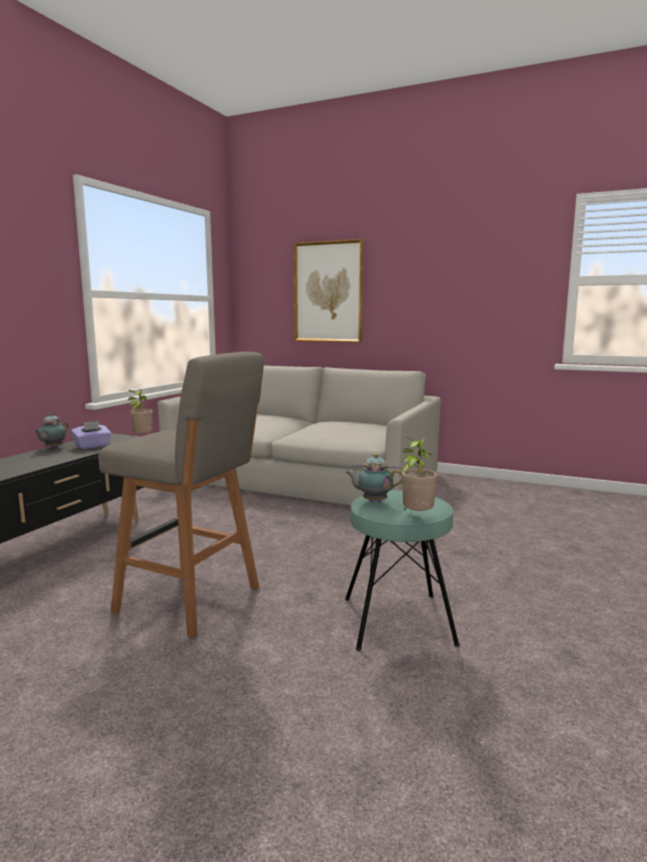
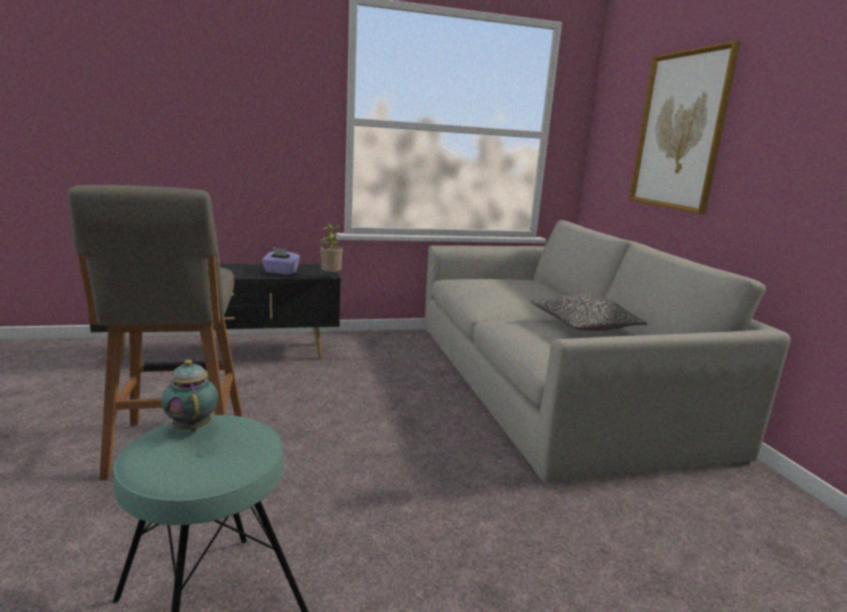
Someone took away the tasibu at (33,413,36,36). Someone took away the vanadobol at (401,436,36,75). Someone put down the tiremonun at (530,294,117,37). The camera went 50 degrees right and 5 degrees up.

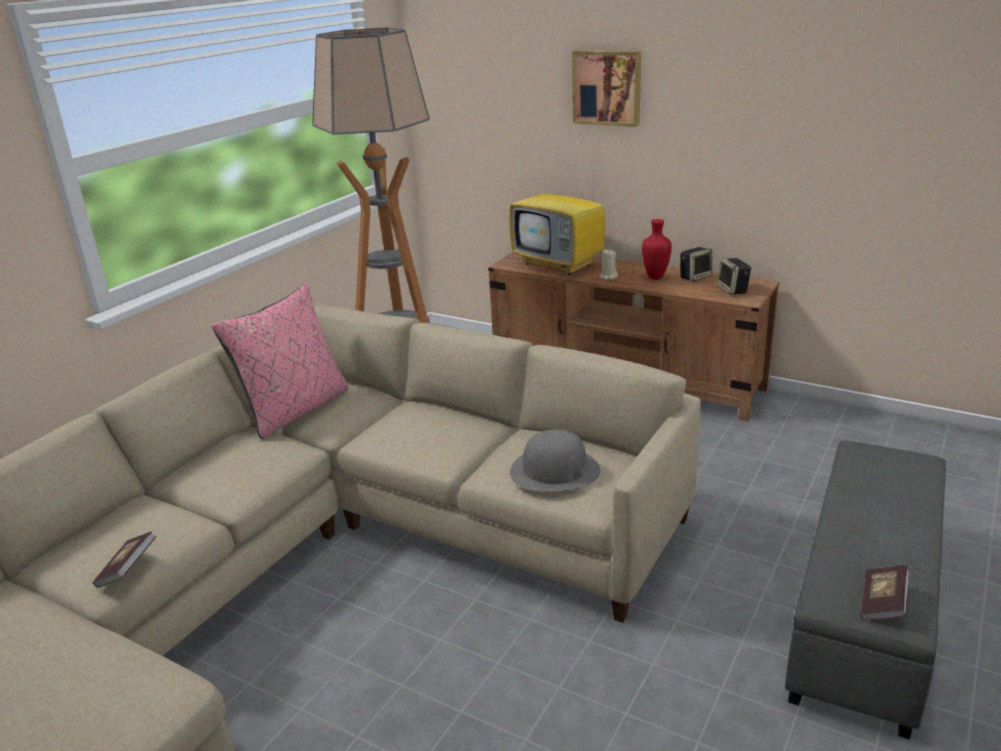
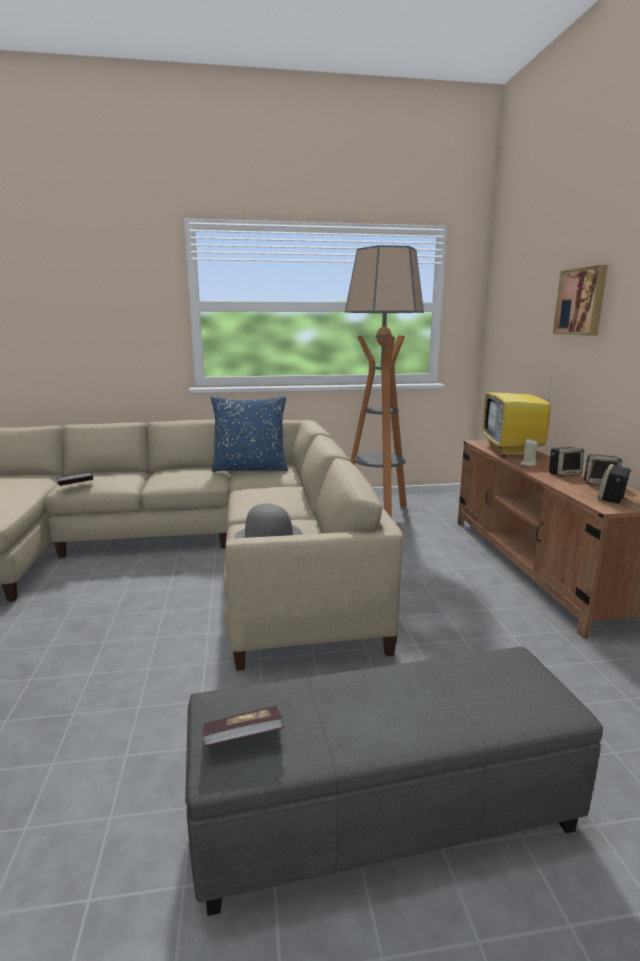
Someone swapped the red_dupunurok at (642,219,30,61) for the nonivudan at (549,447,35,30). Someone repainted the pink_tiremonun at (211,284,138,155), which became the blue_tiremonun at (211,396,77,76). The camera went 50 degrees right and 10 degrees down.

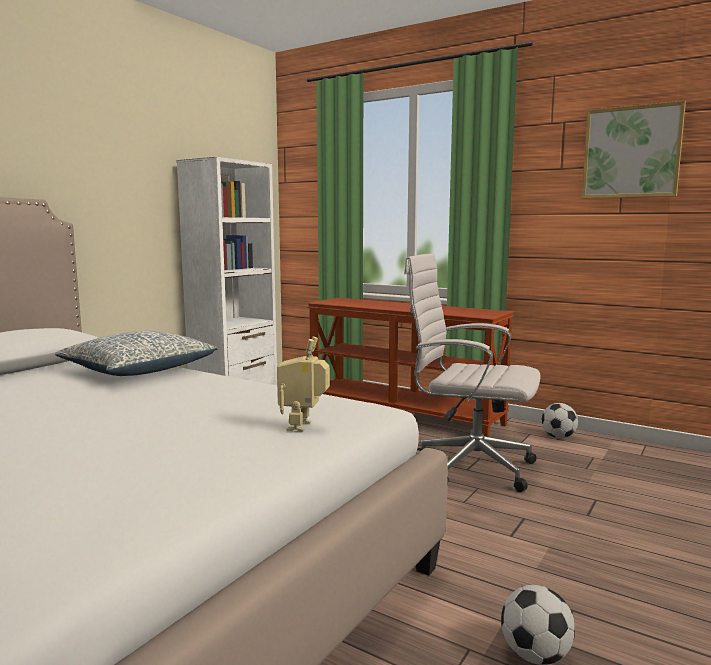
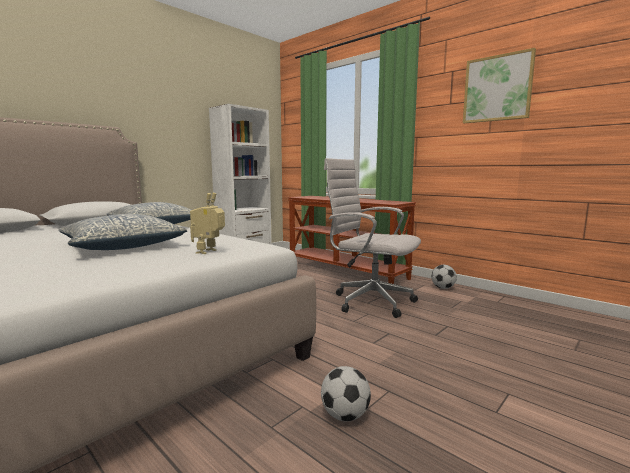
Someone put down the tiremonun at (58,214,129,36). The camera went 10 degrees right and 0 degrees up.

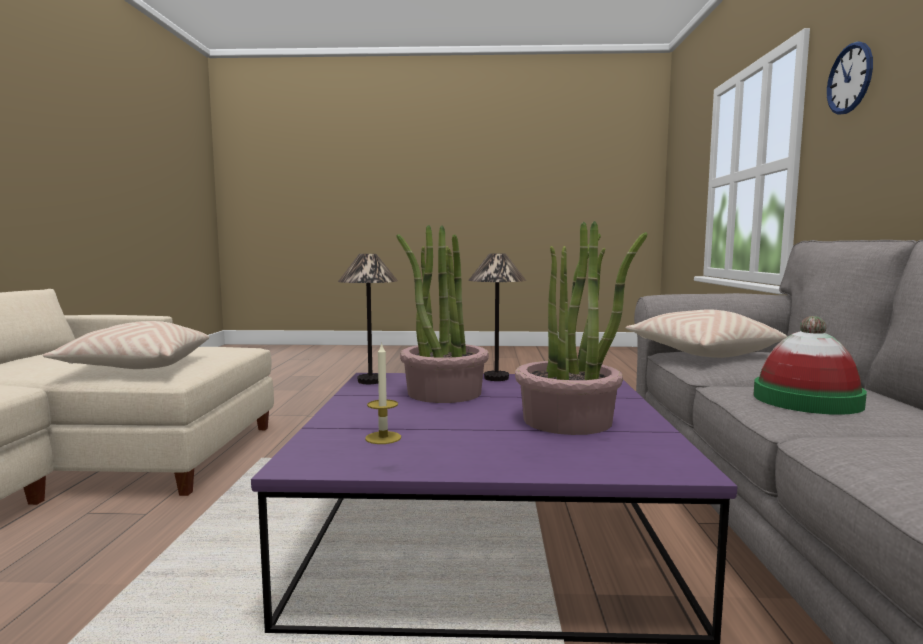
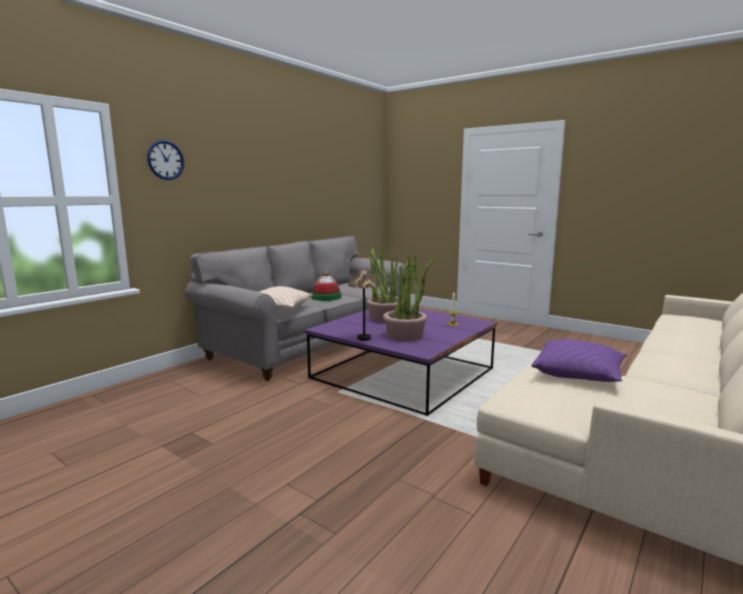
Someone took away the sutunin at (338,254,60,130). Someone repainted the beige_tiremonun at (43,321,166,48), which became the purple_tiremonun at (531,339,96,43). The camera went 145 degrees left and 5 degrees up.

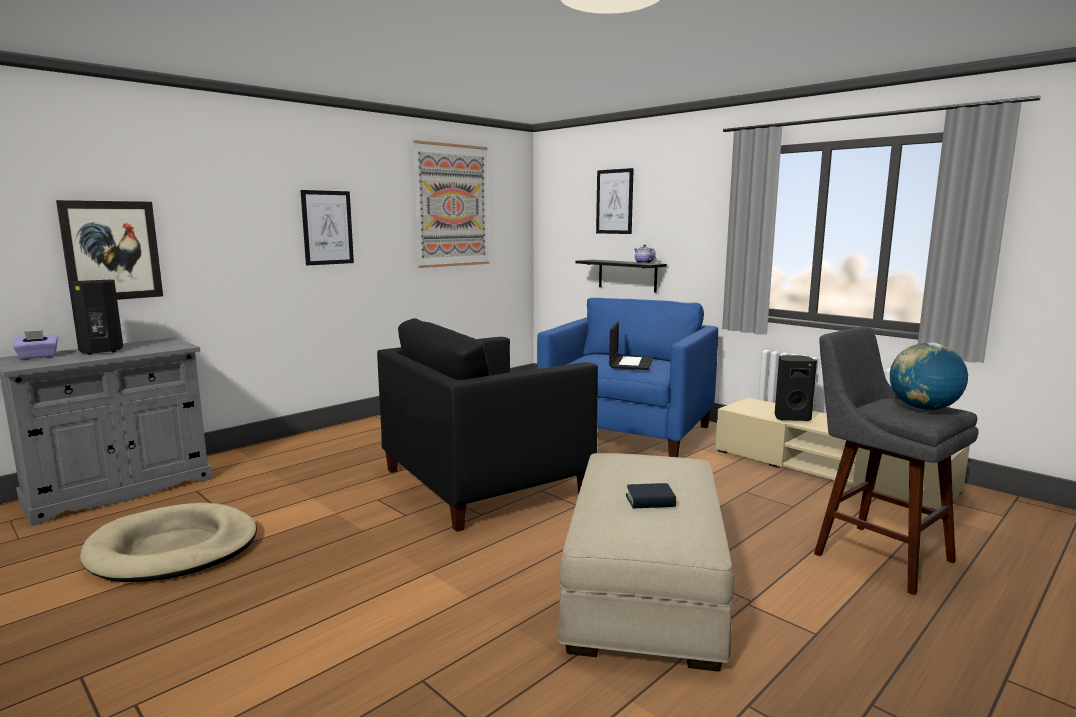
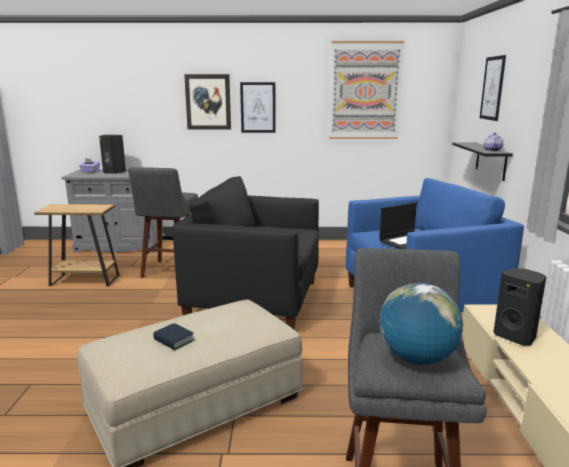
Someone carried the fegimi from (56,200,107,100) to (184,74,47,56). Someone swapped the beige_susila at (80,503,177,79) for the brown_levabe at (34,204,86,83). Someone put down the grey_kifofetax at (128,167,70,111). The camera went 45 degrees right and 5 degrees up.

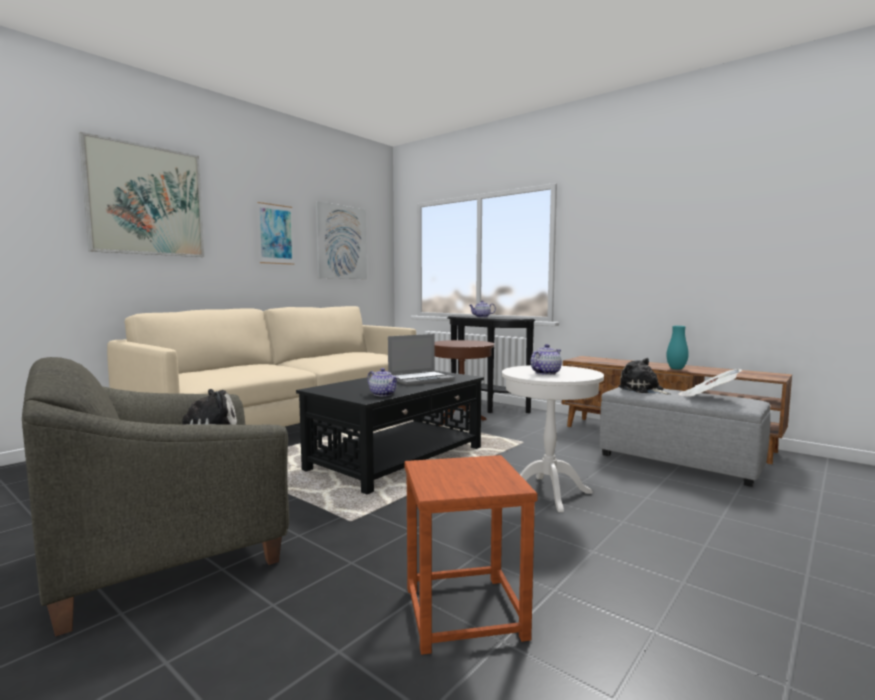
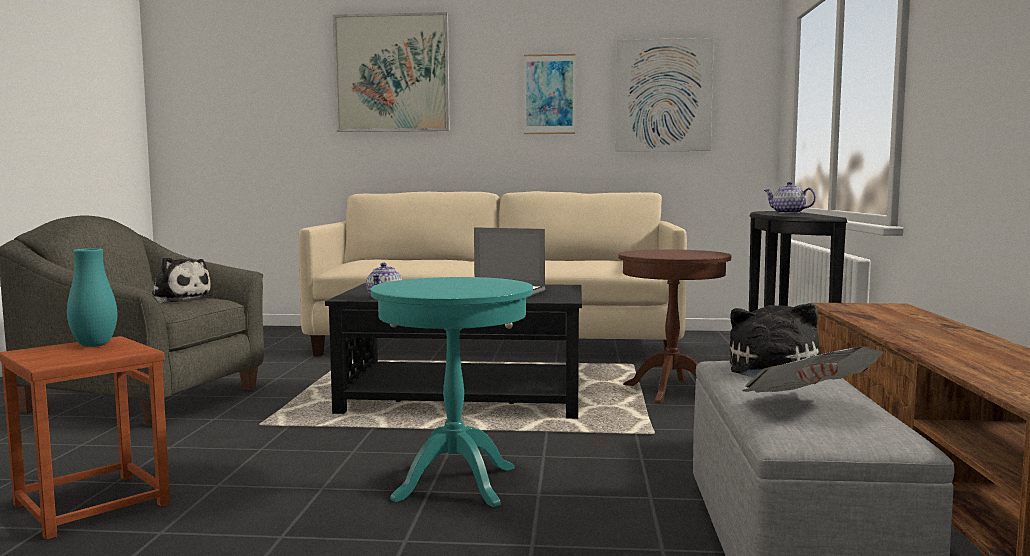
Someone carried the turquoise_dupunurok from (666,326,23,44) to (67,248,50,99). Someone took away the tasibu at (530,344,32,31). Someone repainted the white_levabe at (502,365,102,147), which became the turquoise_levabe at (371,277,162,230). The camera went 55 degrees right and 0 degrees up.

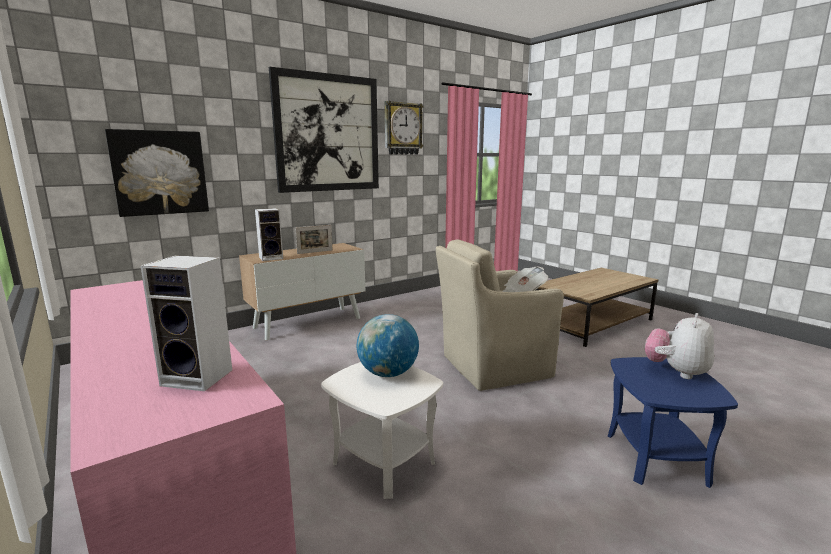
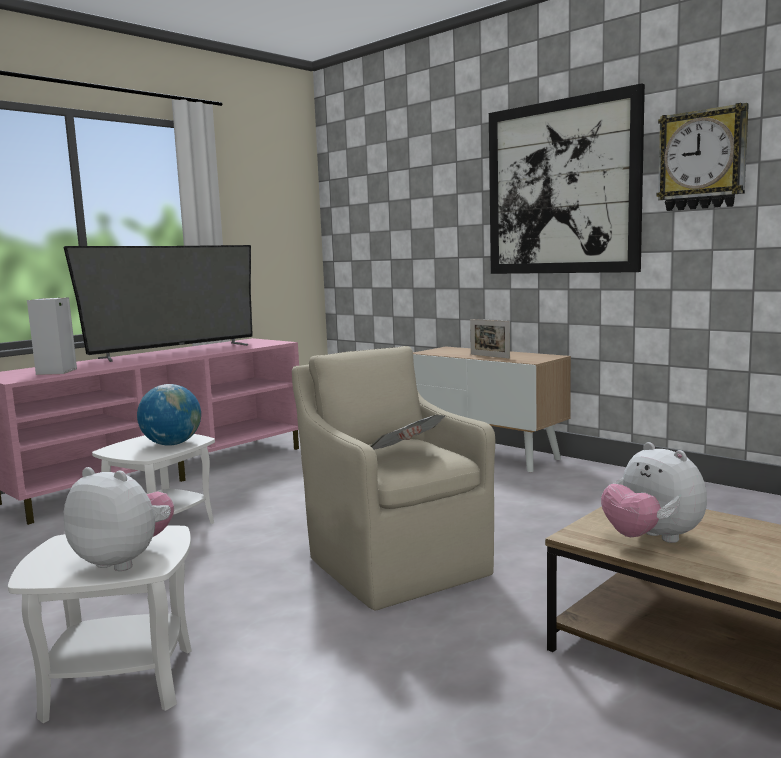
Someone took away the fegimi at (105,129,104,88). Someone took away the nonivudan at (255,208,28,53). Someone repainted the blue_levabe at (608,357,130,131), which became the white_levabe at (8,526,184,197). Someone put down the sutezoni at (64,245,189,117). Someone put down the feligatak at (601,442,106,101). The camera went 80 degrees right and 5 degrees down.

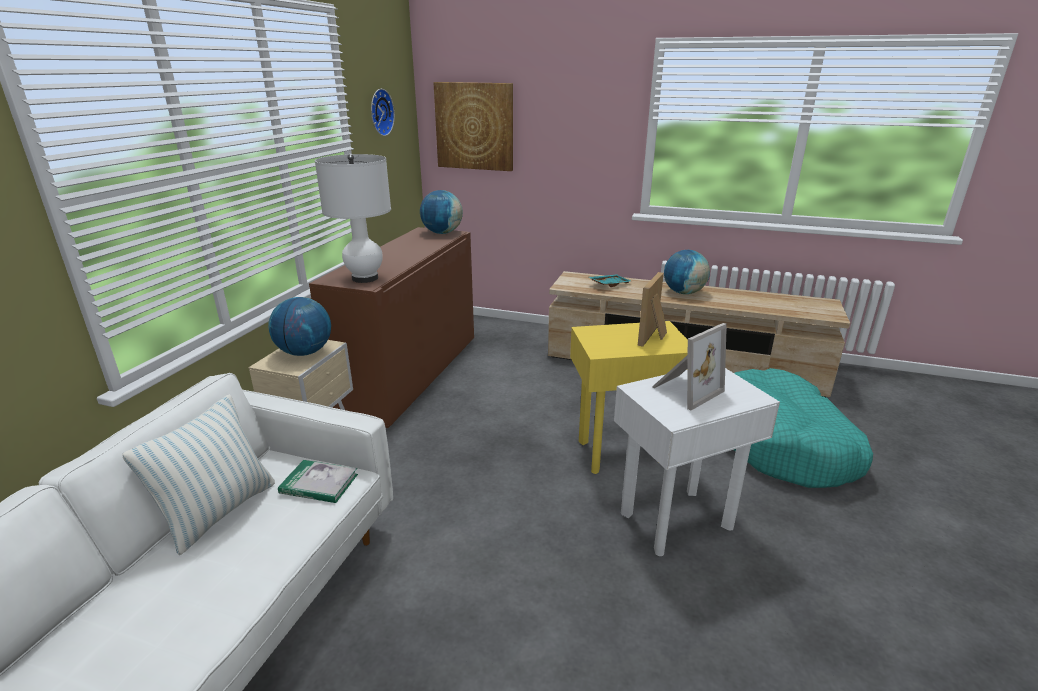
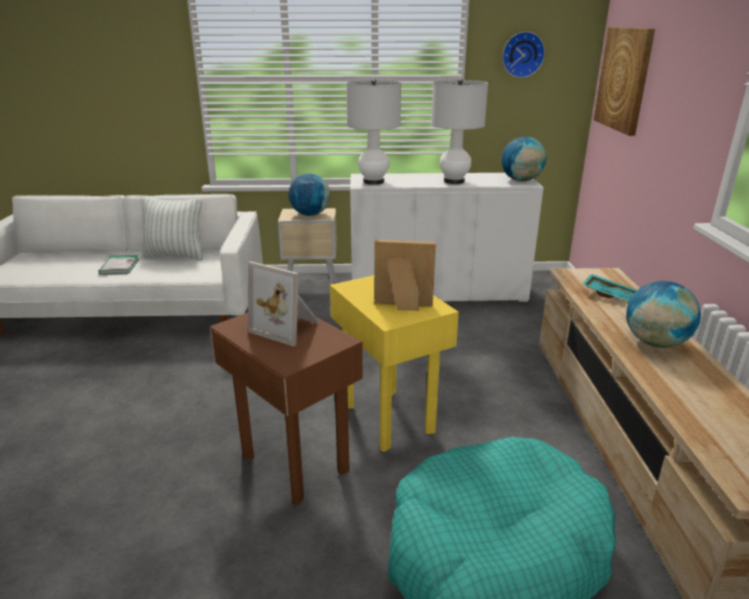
Someone repainted the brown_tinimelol at (309,227,165,201), which became the white_tinimelol at (350,173,193,129). Someone repainted the white_levabe at (614,368,166,188), which became the brown_levabe at (210,313,153,192). Someone carried the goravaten from (278,460,80,43) to (99,255,40,20). Someone put down the white_sutunin at (431,78,57,106). The camera went 70 degrees right and 0 degrees up.

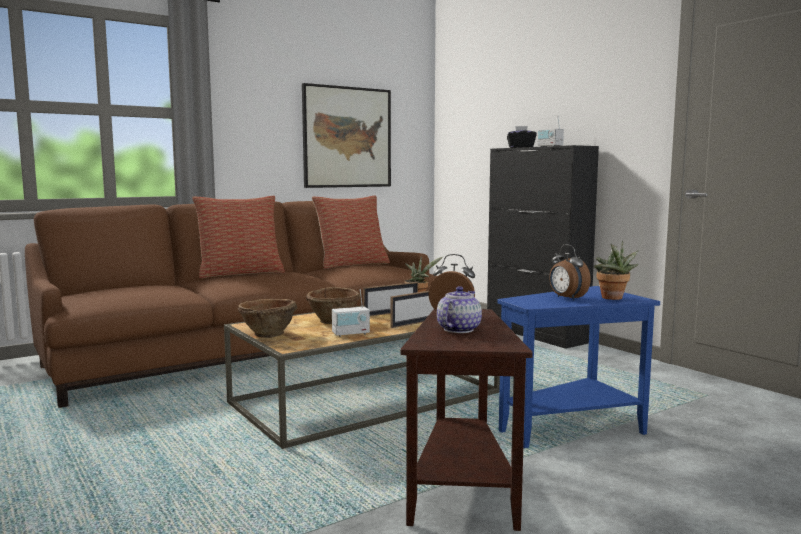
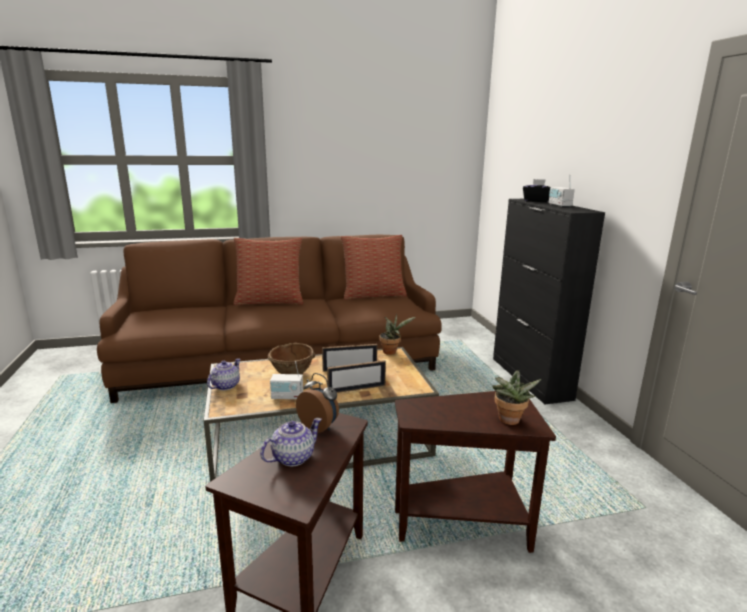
Someone took away the fegimi at (302,83,89,105). Someone took away the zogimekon at (549,244,42,56). Someone repainted the blue_levabe at (498,286,162,162), which became the brown_levabe at (395,391,161,162). Someone swapped the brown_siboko at (238,299,59,39) for the tasibu at (207,359,34,31). The camera went 20 degrees right and 10 degrees up.

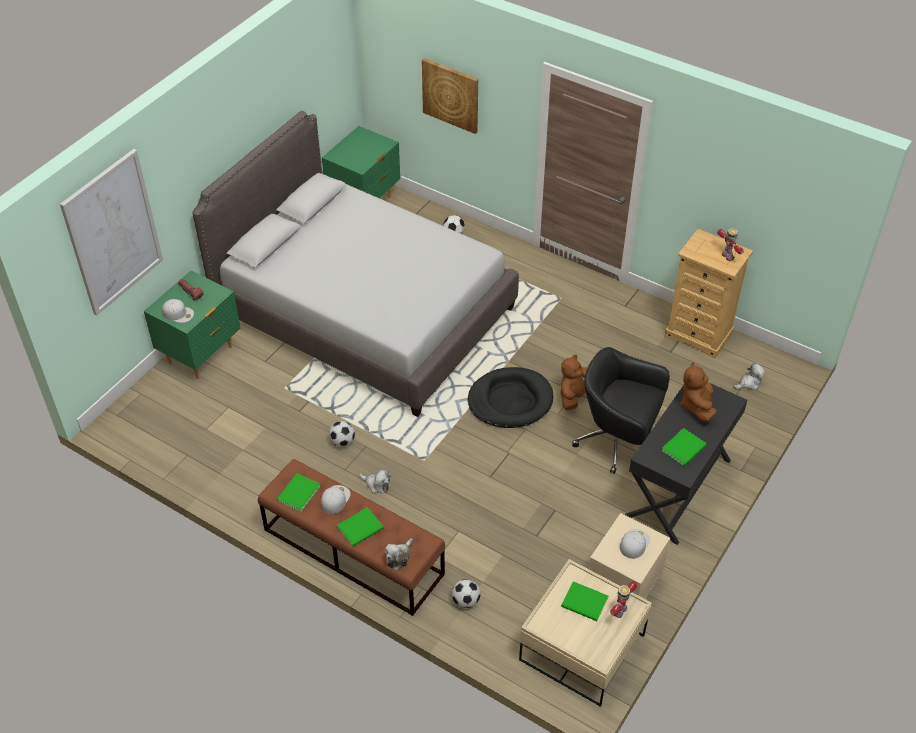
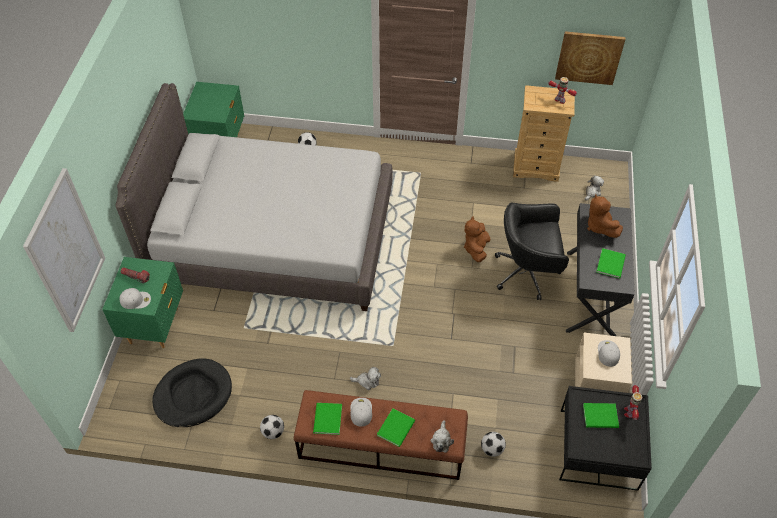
Someone carried the fegimi from (422,58,56,76) to (555,31,70,54). Someone carried the black_susila from (468,367,85,61) to (152,358,80,69). Someone carried the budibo from (329,421,26,26) to (260,415,24,24). Someone repainted the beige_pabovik at (519,559,133,148), which became the black_pabovik at (559,386,93,105). The camera went 25 degrees left and 5 degrees up.

